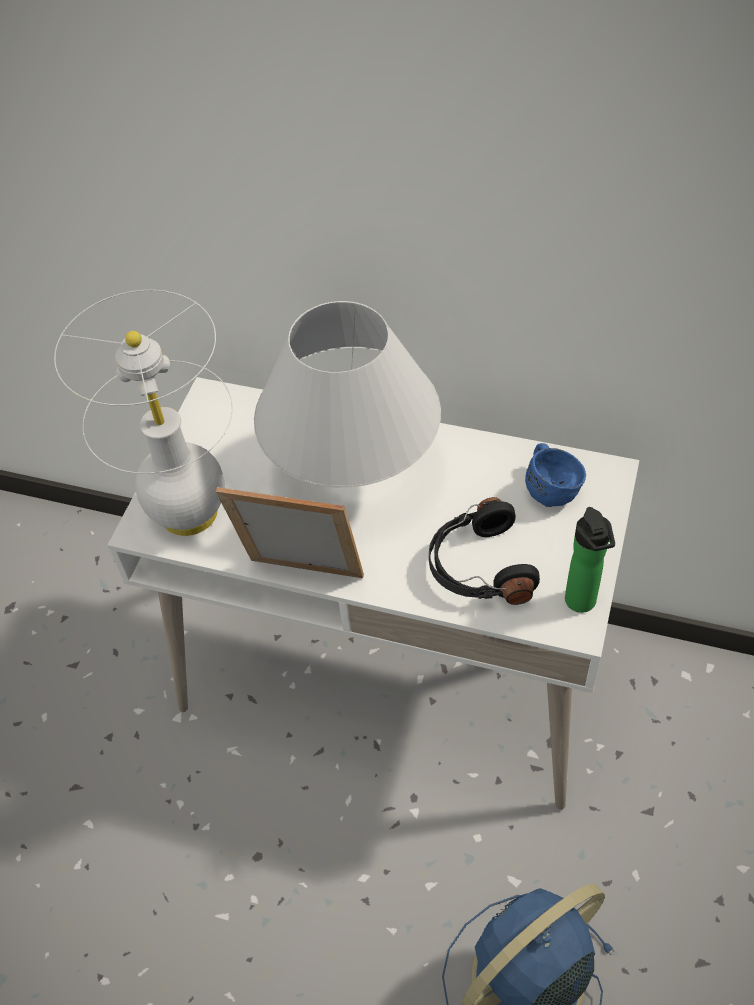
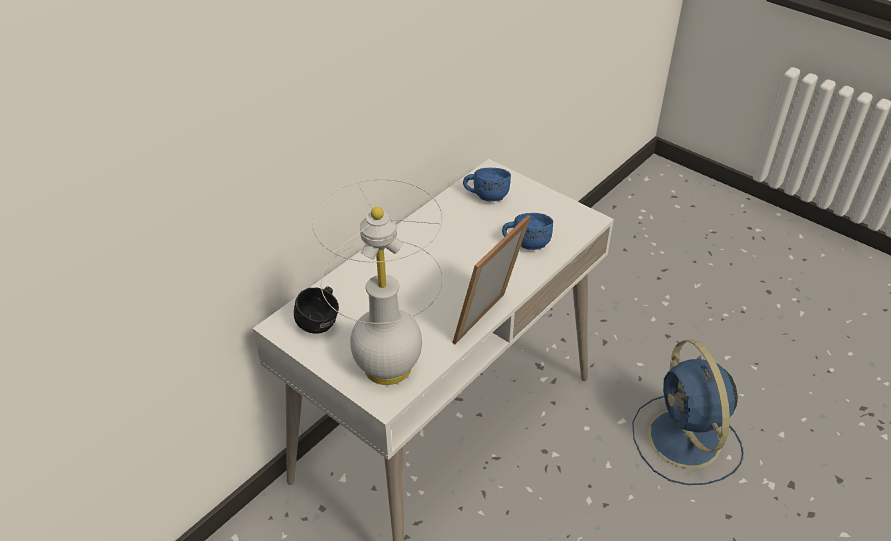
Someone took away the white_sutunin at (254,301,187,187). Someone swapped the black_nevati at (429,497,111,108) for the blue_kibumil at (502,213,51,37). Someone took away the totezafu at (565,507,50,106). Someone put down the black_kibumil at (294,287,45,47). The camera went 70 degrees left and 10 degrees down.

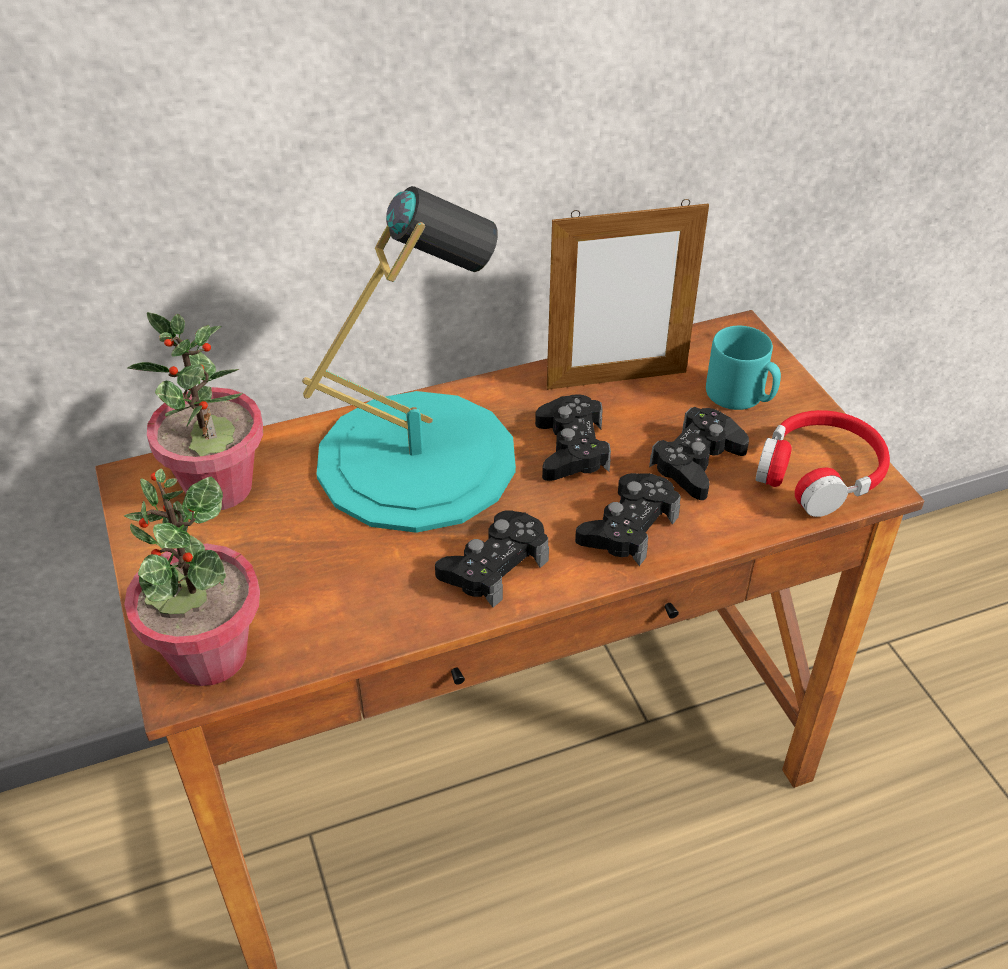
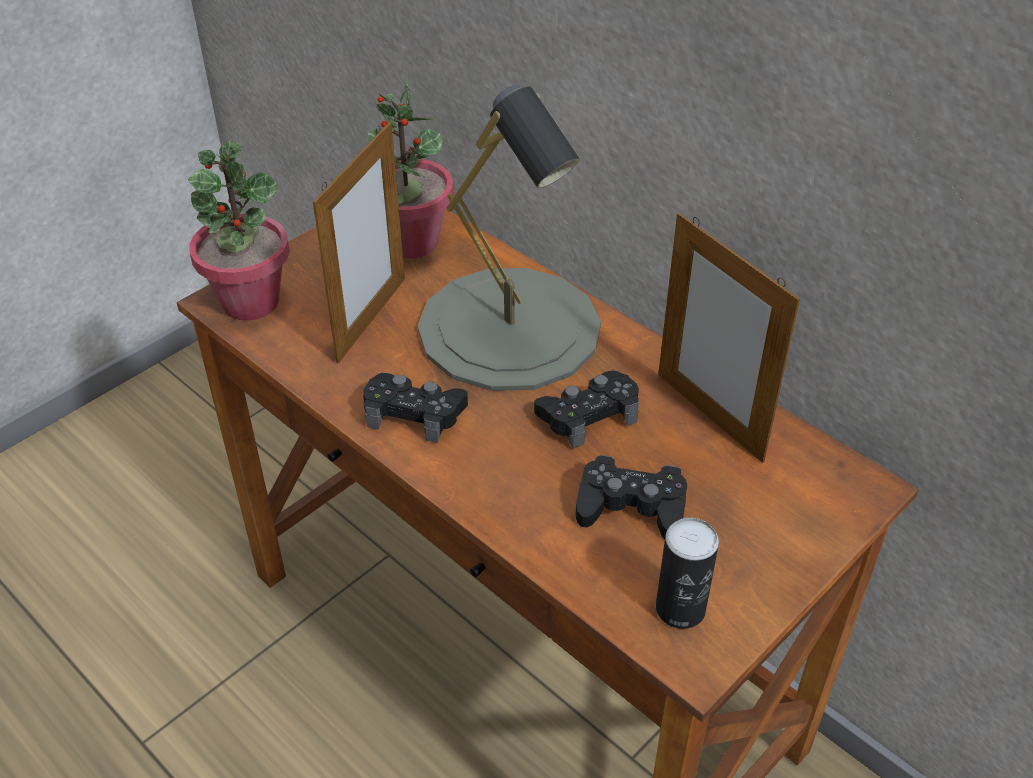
Someone repainted the turquoise_sutunin at (302,186,214,347), which became the grey_sutunin at (418,85,183,306). Someone took away the turquoise_kibumil at (706,326,75,84). Someone swapped the red_nevati at (756,410,134,107) for the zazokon at (656,518,63,111). Someone took away the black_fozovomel at (575,473,106,93). Someone put down the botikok at (313,122,92,241). The camera went 65 degrees right and 0 degrees up.

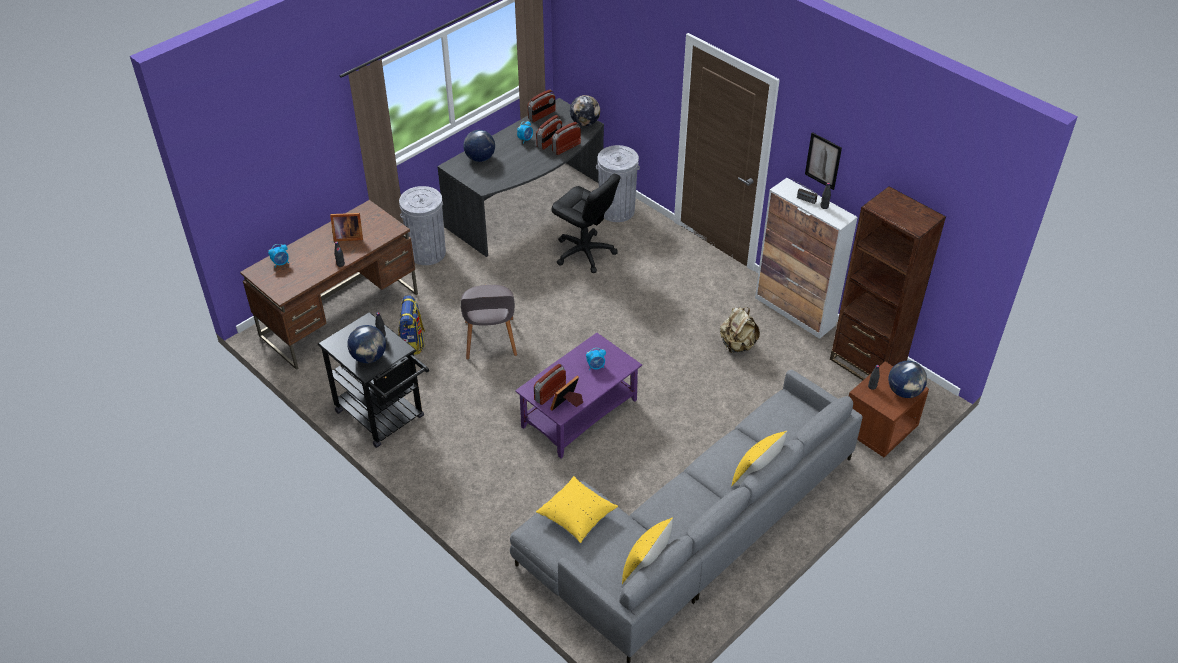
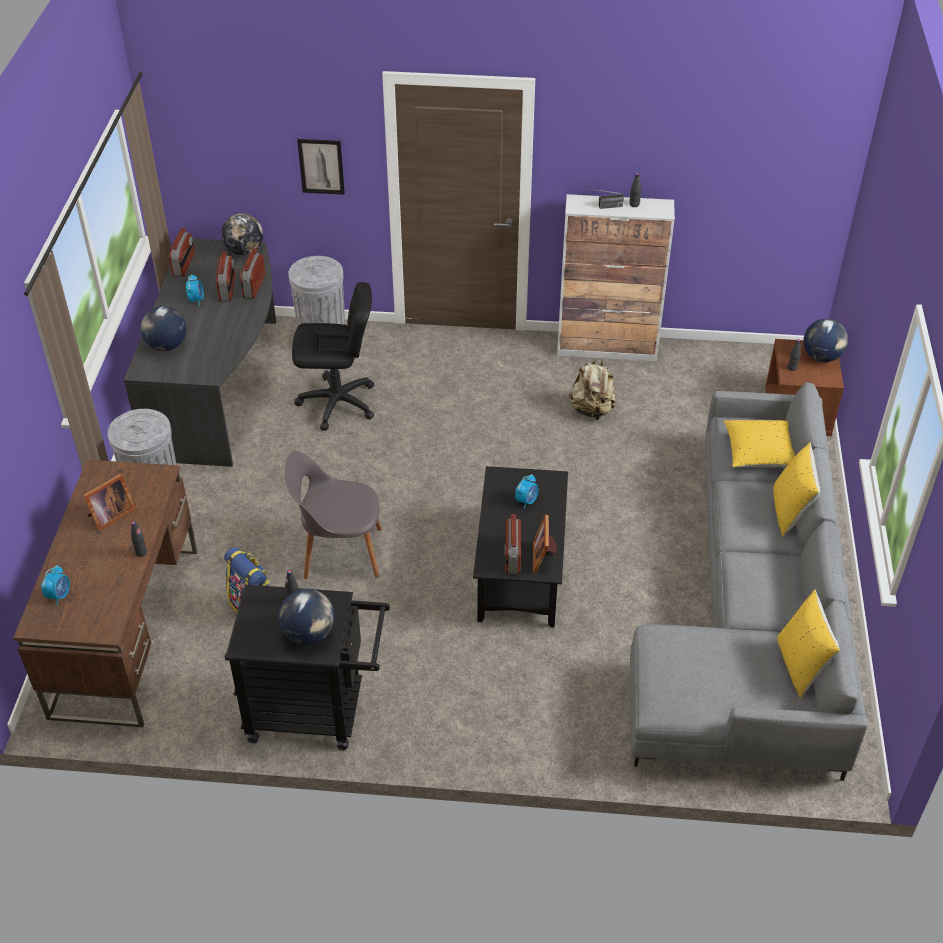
Someone carried the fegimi from (805,132,37,58) to (297,139,48,56). Someone took away the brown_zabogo at (830,186,116,194). Someone rotated the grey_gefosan at (461,285,56,75) by 135 degrees clockwise. Someone repainted the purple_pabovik at (515,333,127,126), which became the black_pabovik at (473,466,95,161). Someone carried the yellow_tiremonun from (536,476,82,67) to (724,420,71,47). The camera went 40 degrees left and 0 degrees up.

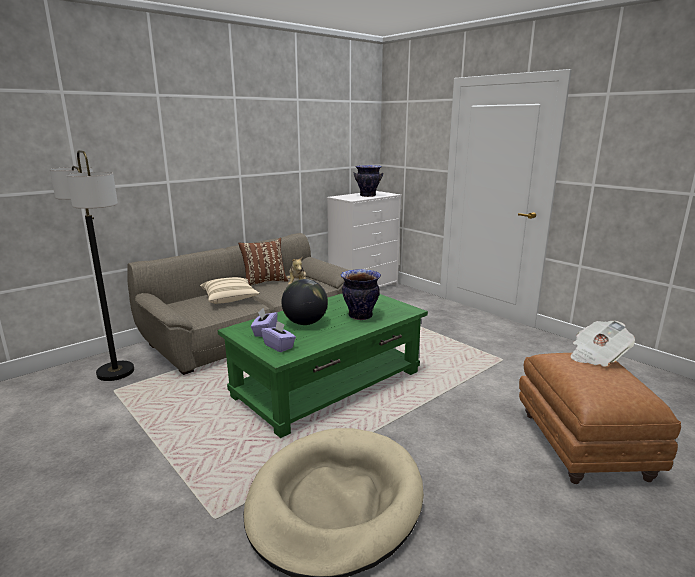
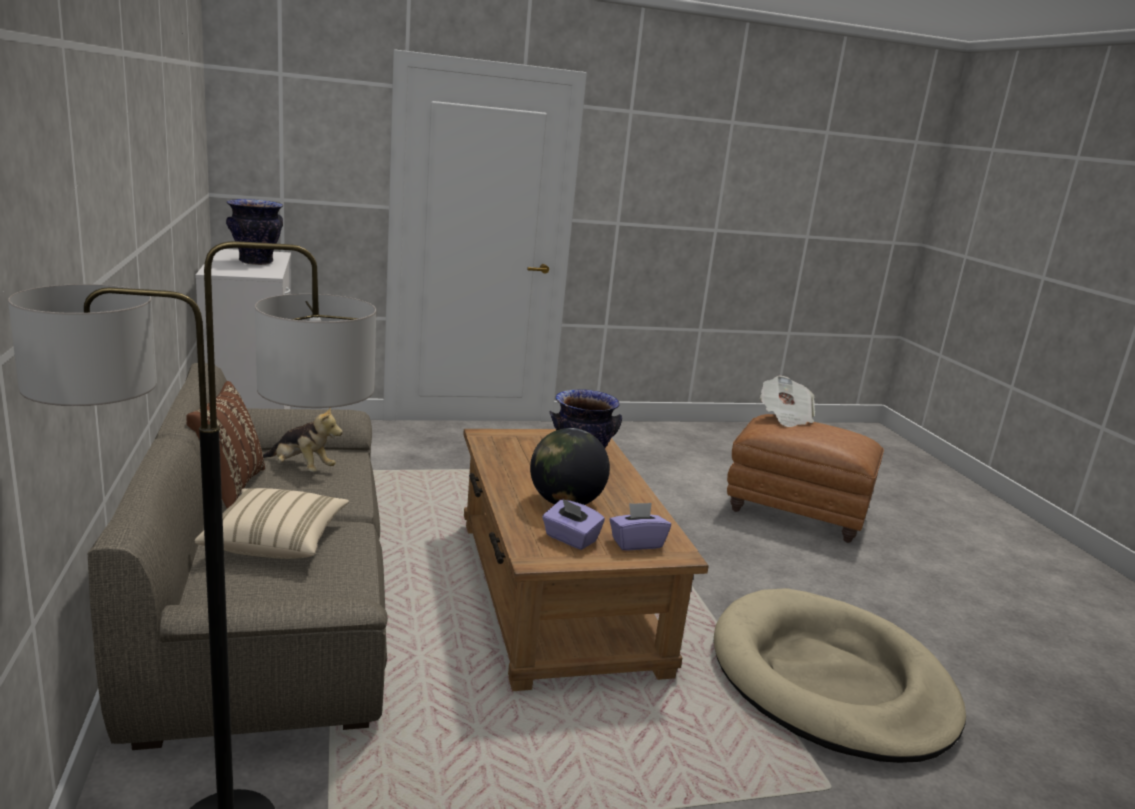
Someone repainted the green_pabovik at (217,294,211,144), which became the brown_pabovik at (463,429,246,262). The camera went 65 degrees left and 0 degrees up.

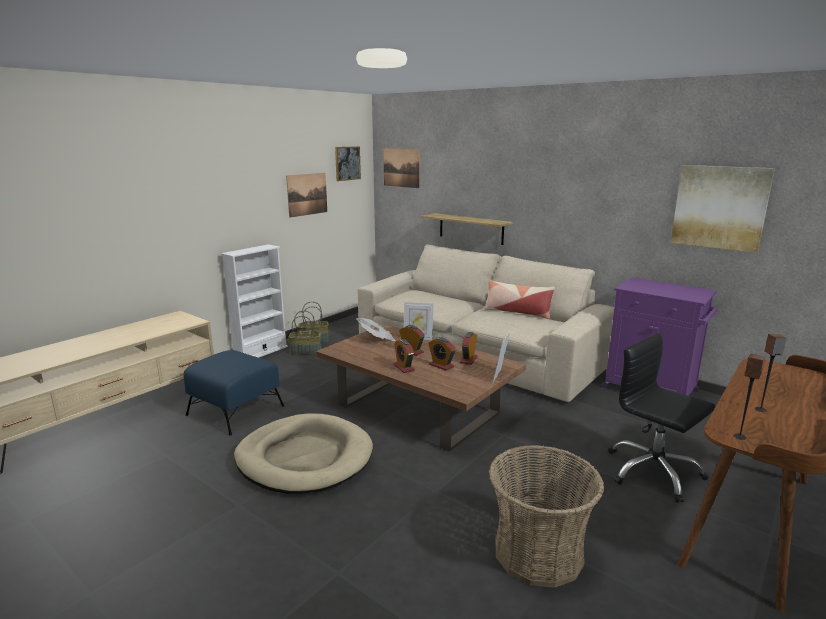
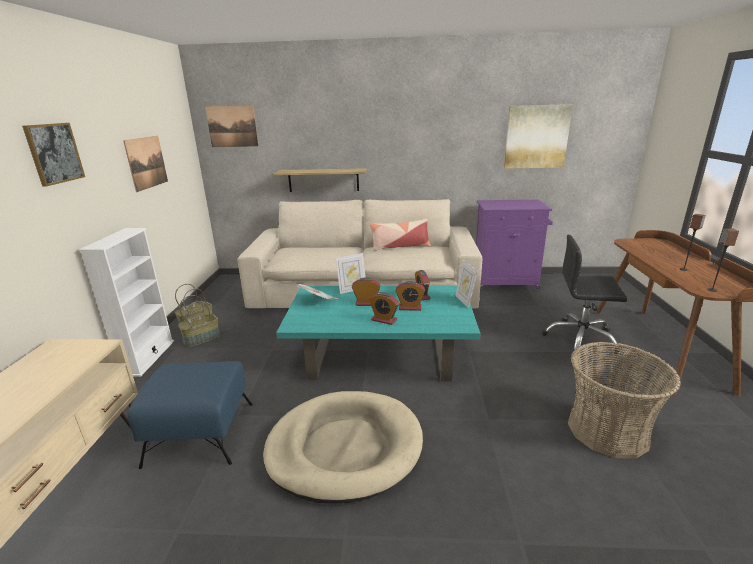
Someone carried the fegimi from (335,146,26,35) to (22,123,63,64). Someone repainted the brown_pabovik at (316,324,210,128), which became the turquoise_pabovik at (276,286,205,95). The camera went 35 degrees left and 5 degrees up.

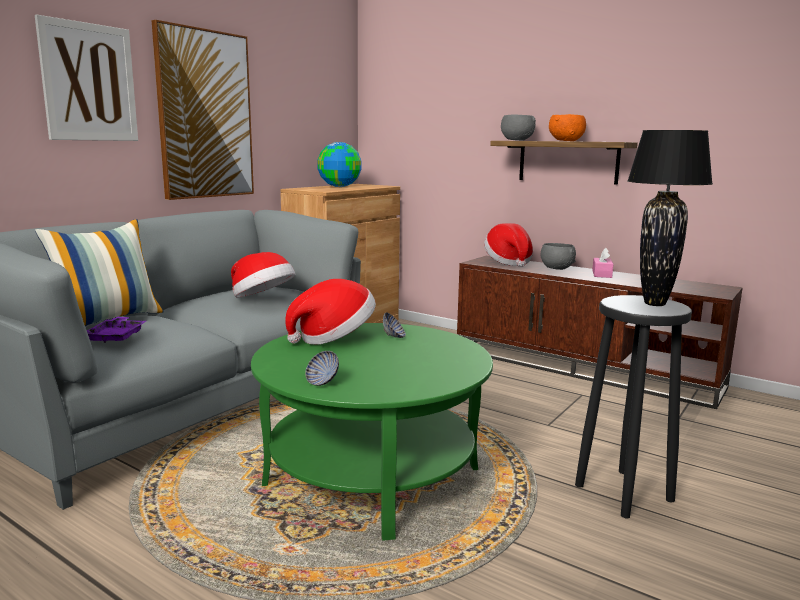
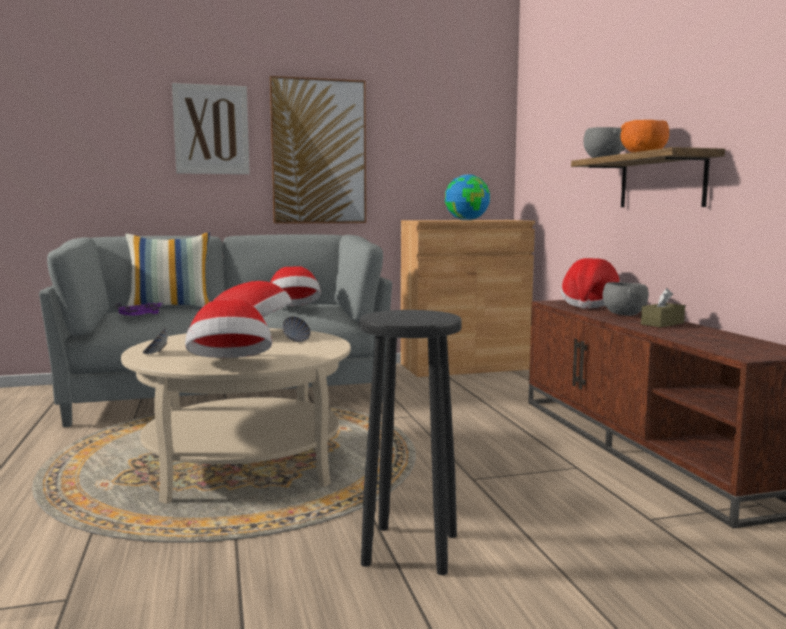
Someone took away the black_sutunin at (627,130,86,176). Someone repainted the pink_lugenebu at (592,248,22,30), which became the brown_lugenebu at (641,288,44,40). Someone repainted the green_pabovik at (251,323,242,218), which became the beige_pabovik at (121,328,230,176). Someone put down the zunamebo at (185,299,87,59). The camera went 40 degrees right and 5 degrees down.

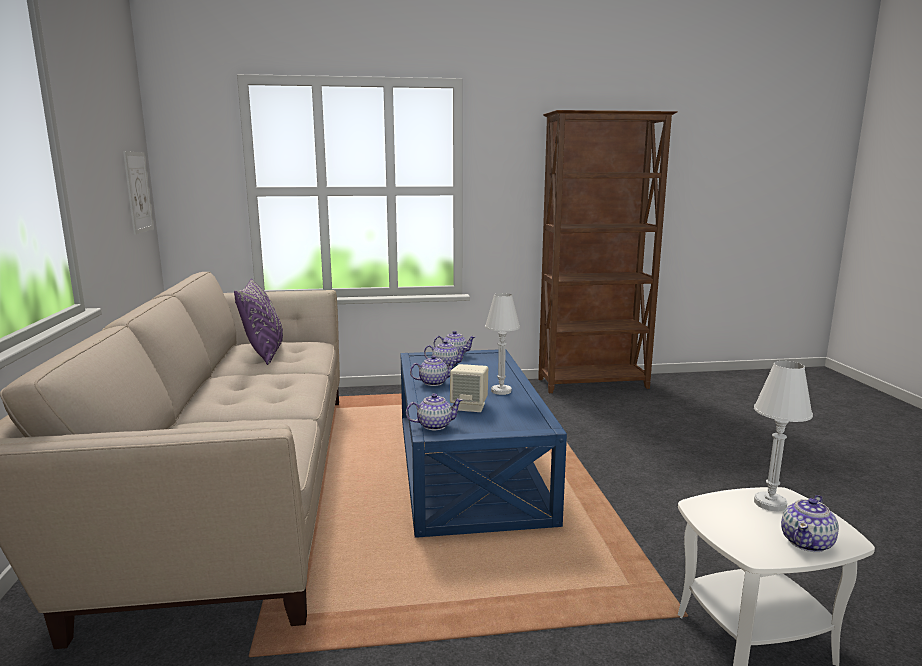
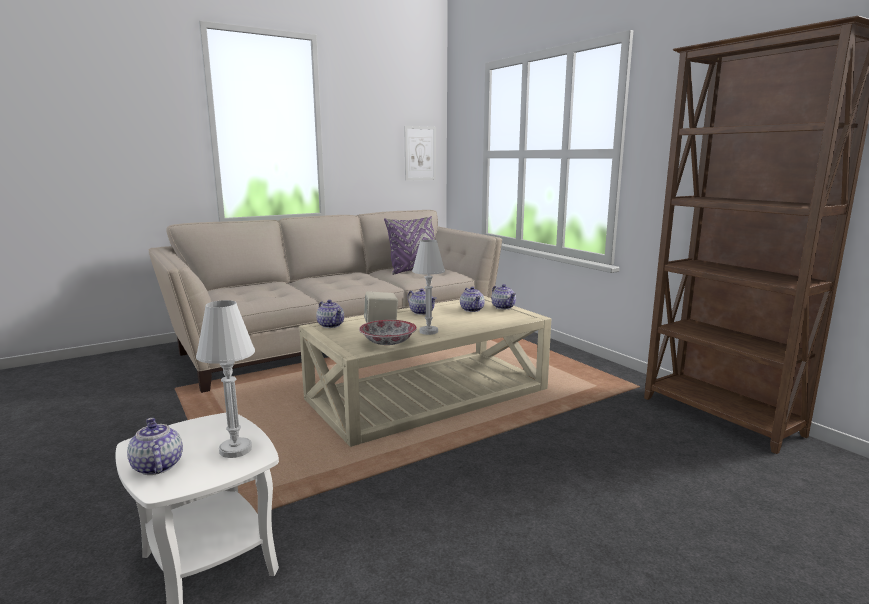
Someone repainted the blue_pabovik at (401,350,166,188), which became the beige_pabovik at (299,296,252,151). Someone rotated the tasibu at (781,495,58,57) by 45 degrees clockwise. Someone put down the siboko at (359,320,58,25). The camera went 65 degrees right and 0 degrees up.

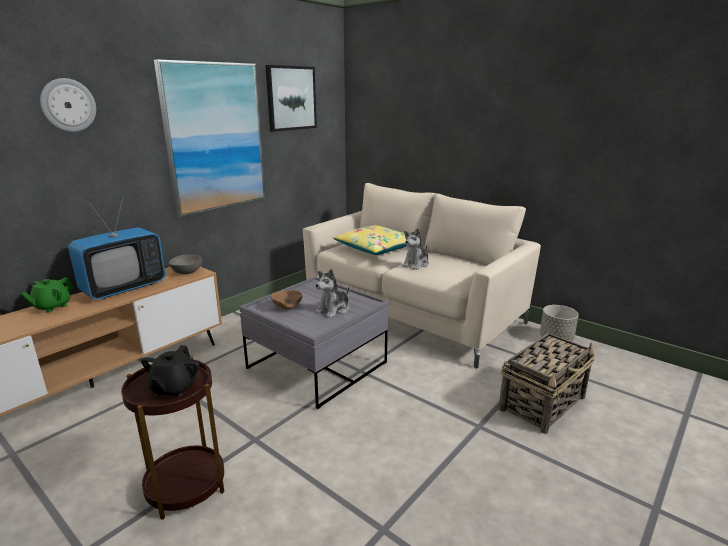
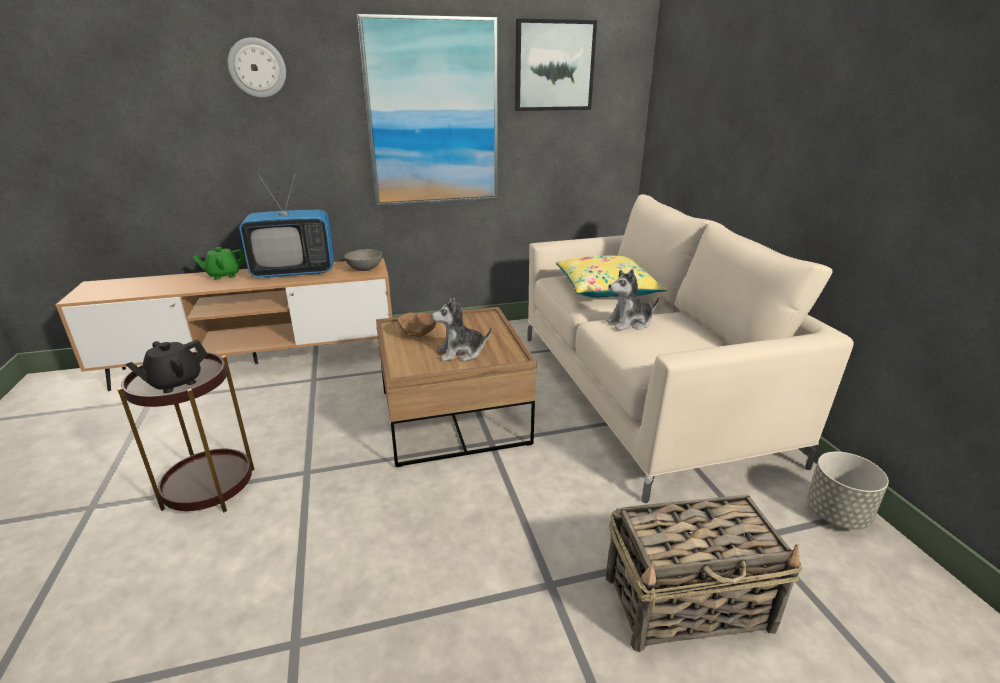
Someone repainted the grey_pabovik at (239,276,149,133), which became the brown_pabovik at (376,307,161,160). The camera went 35 degrees right and 5 degrees up.

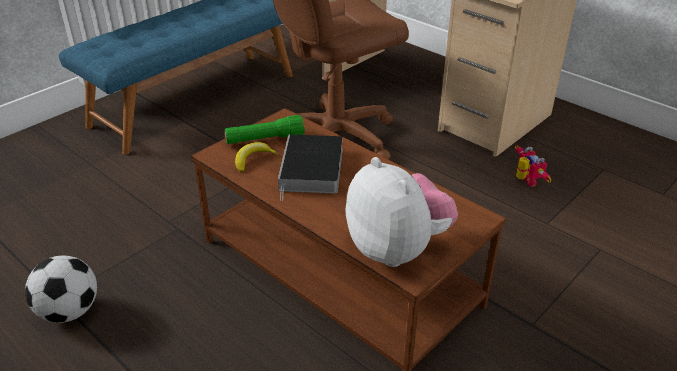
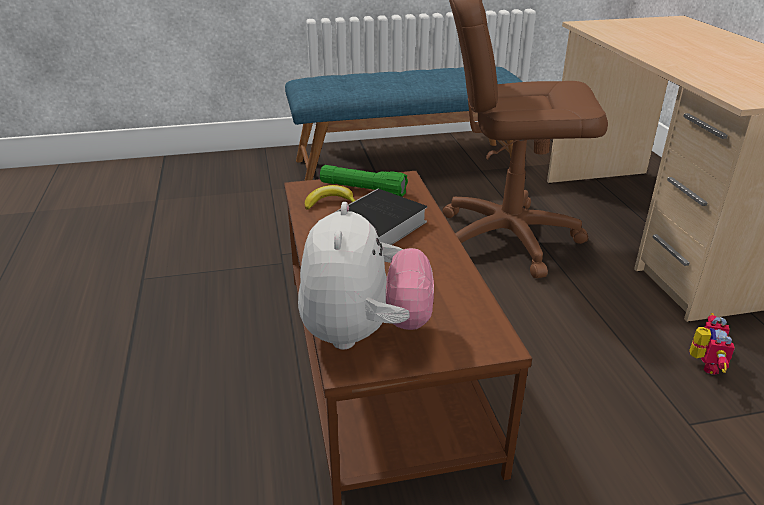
Someone took away the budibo at (25,255,72,68). The camera went 35 degrees right and 5 degrees down.

